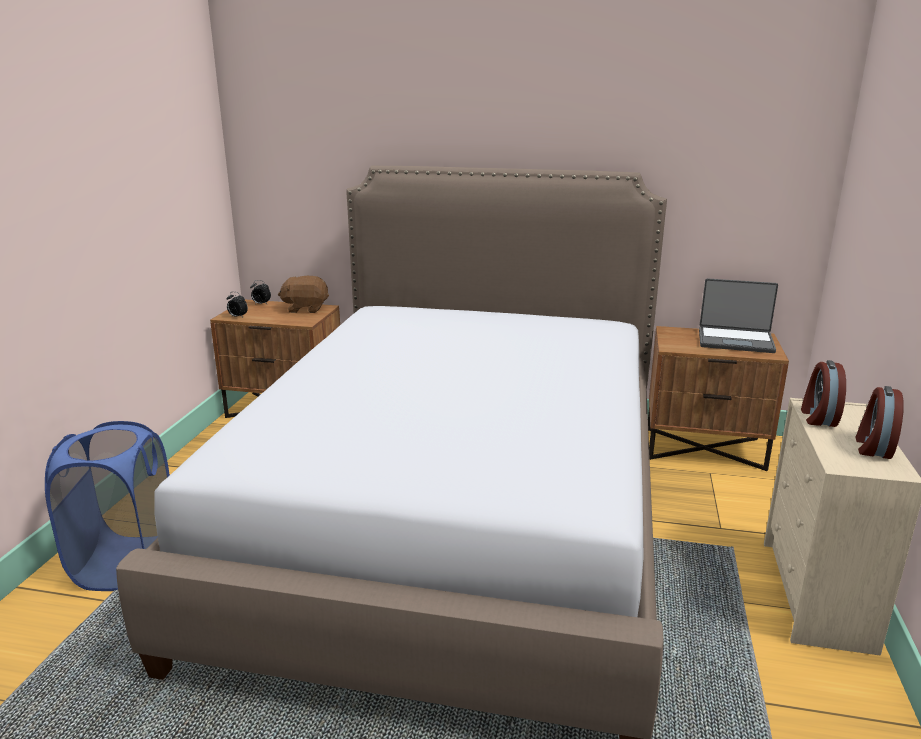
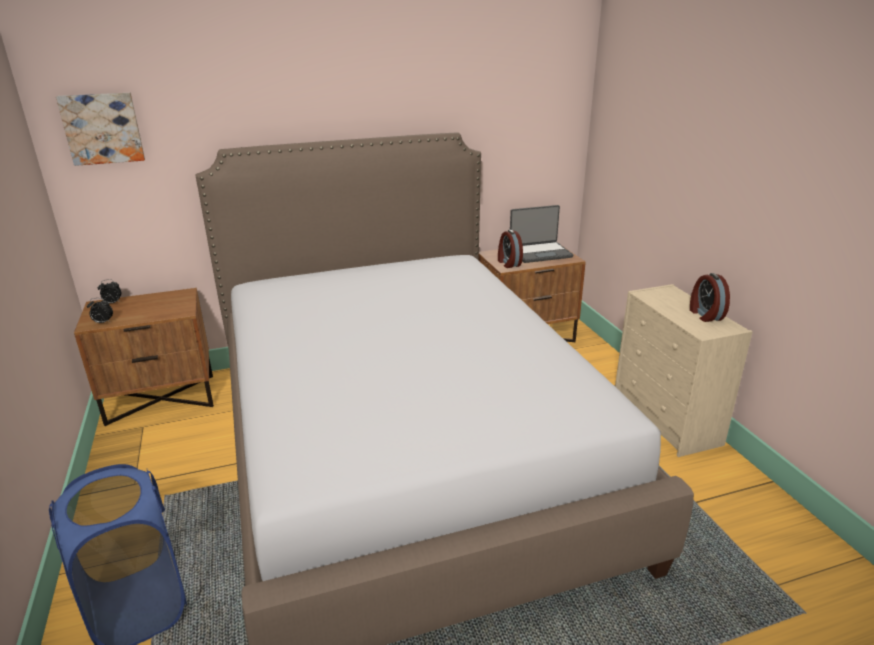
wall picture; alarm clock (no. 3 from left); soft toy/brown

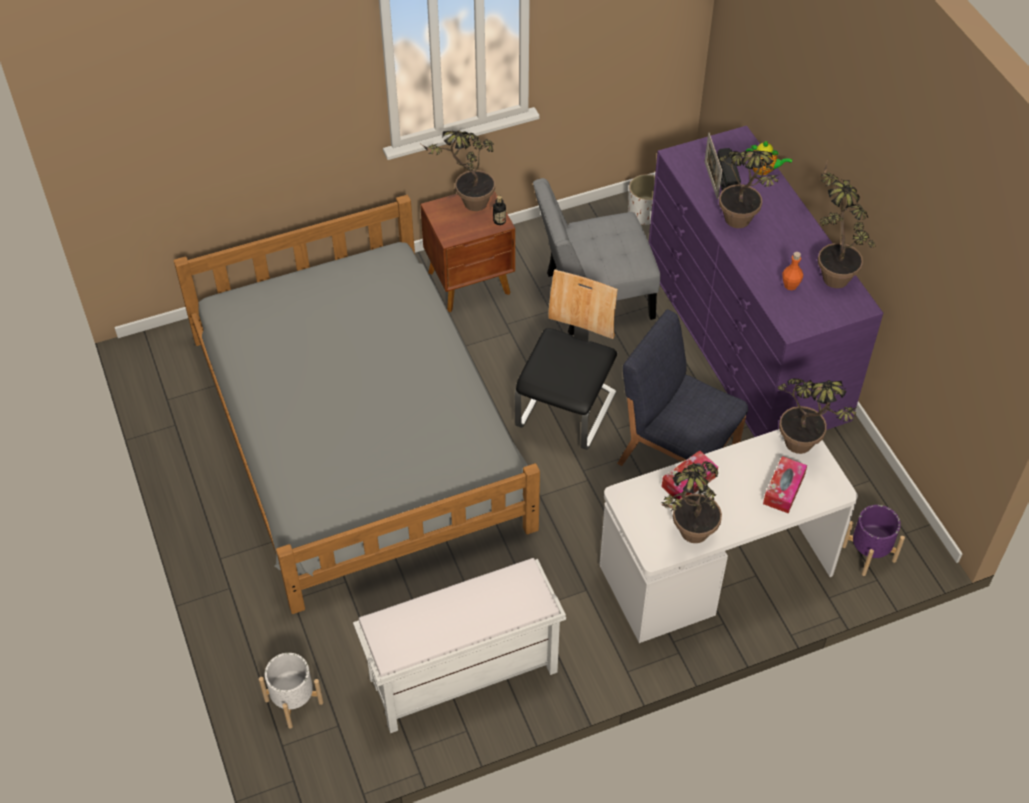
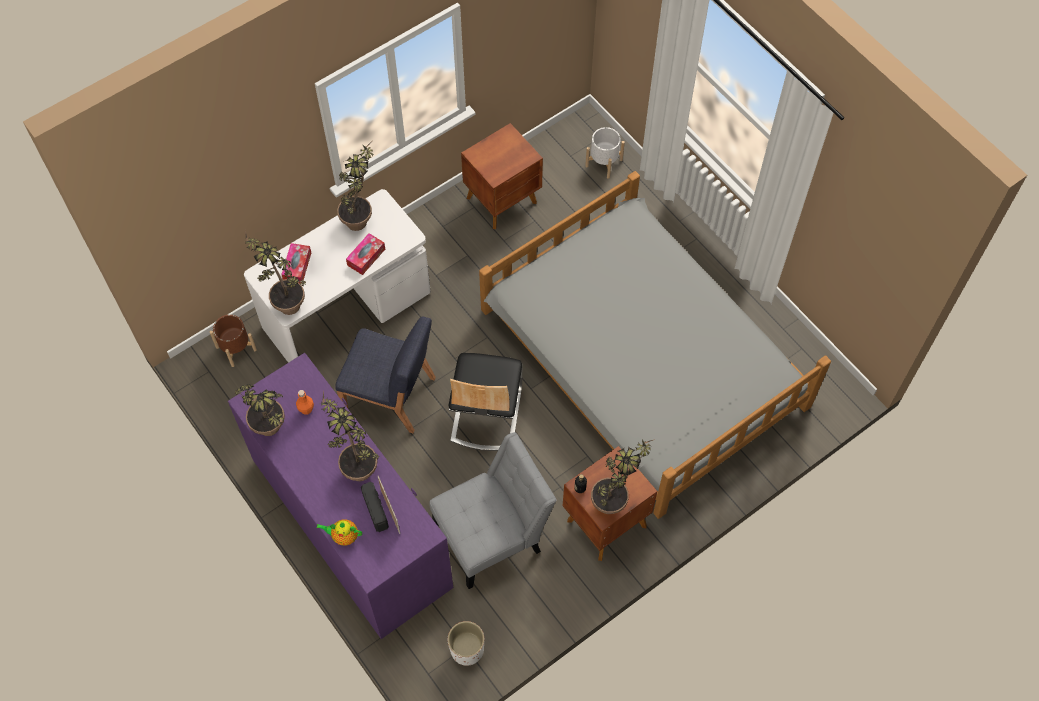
flower pot/brown; nightstand/brown (no. 1 from left)

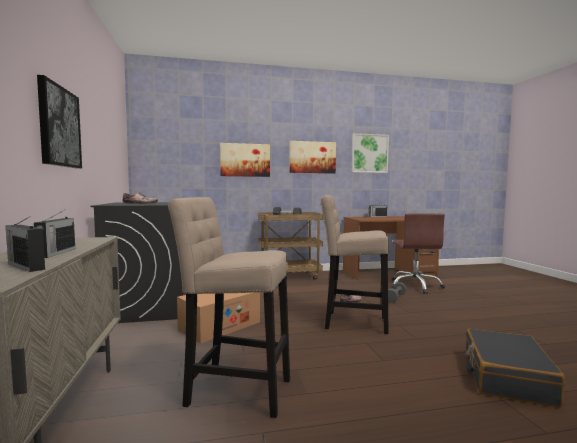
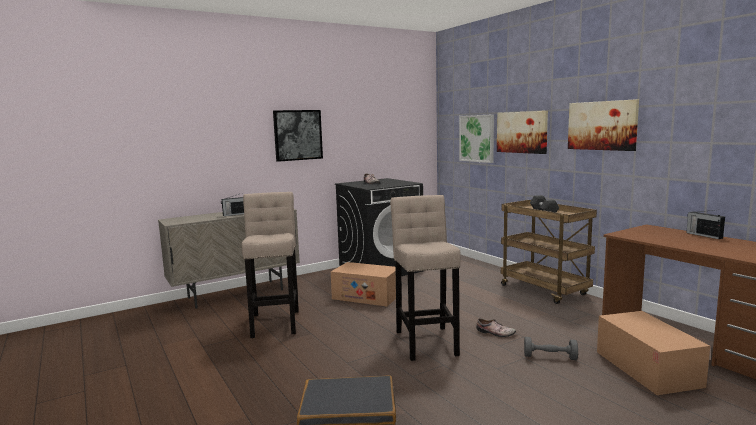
wall picture (no. 2 from left); cardboard box (no. 2 from left); radio (no. 1 from left in the first image)

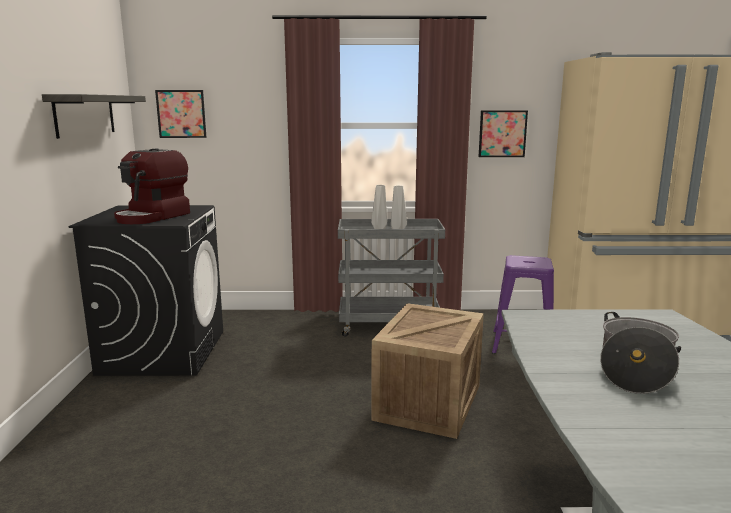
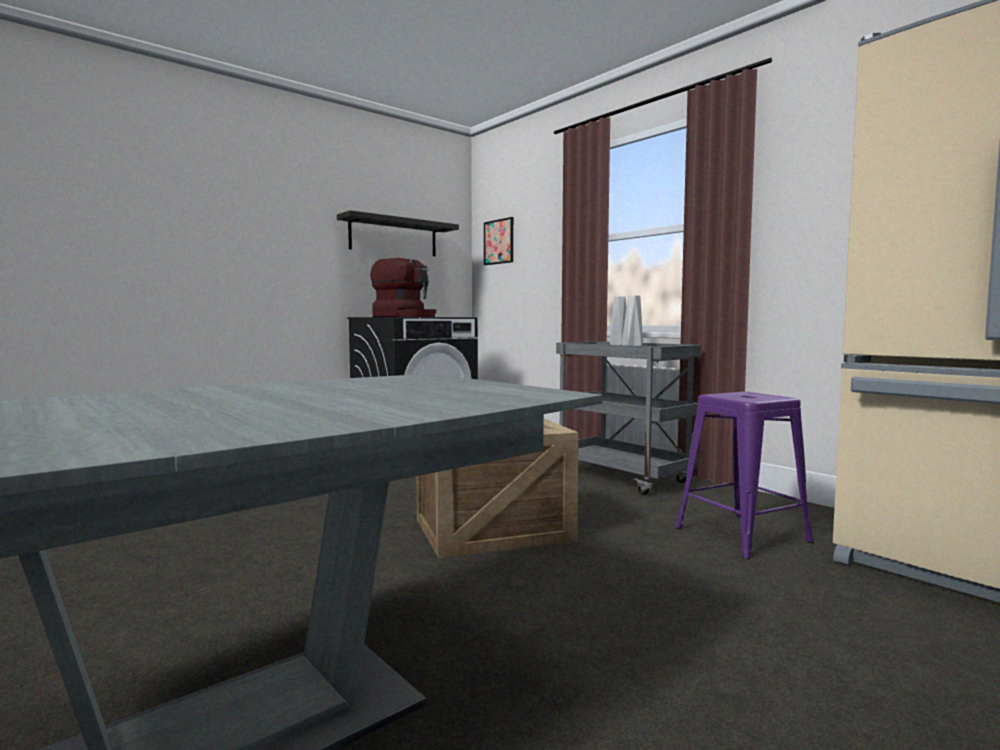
coffee machine; wall picture (no. 2 from left in the first image); saucepot

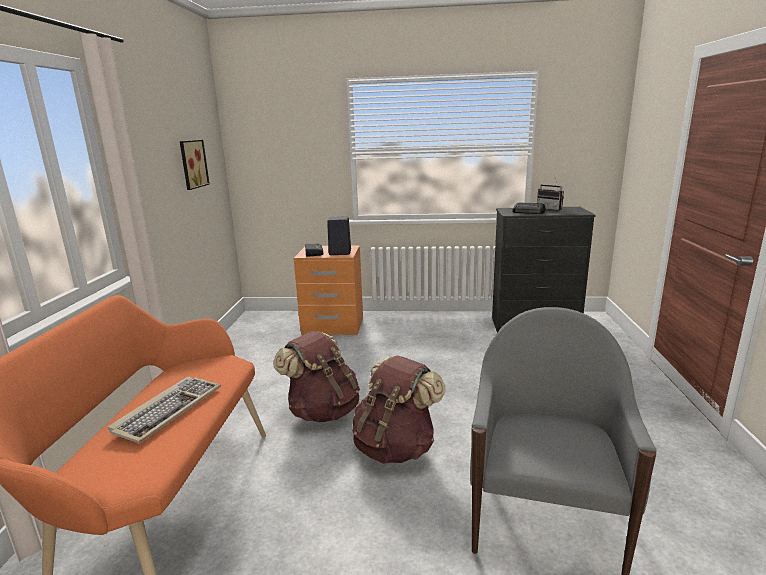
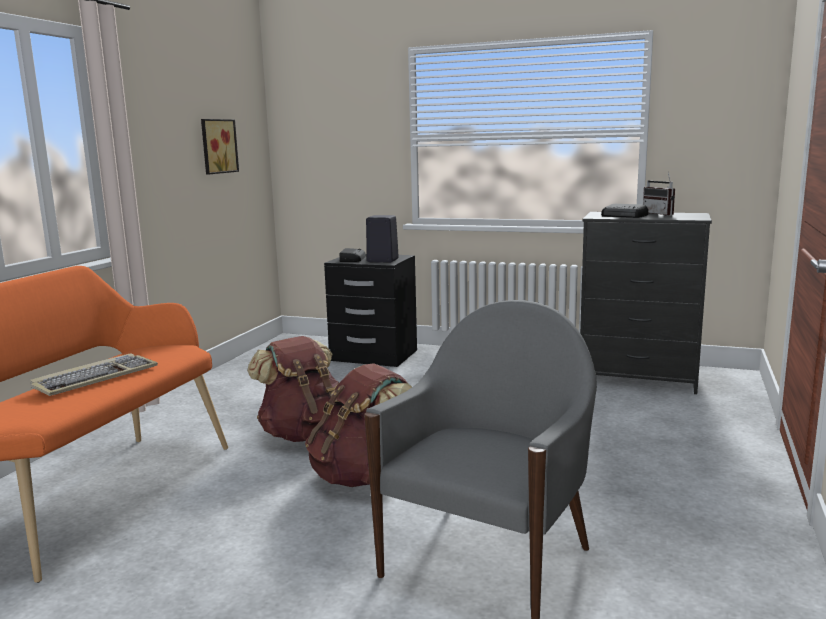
nightstand/blackish

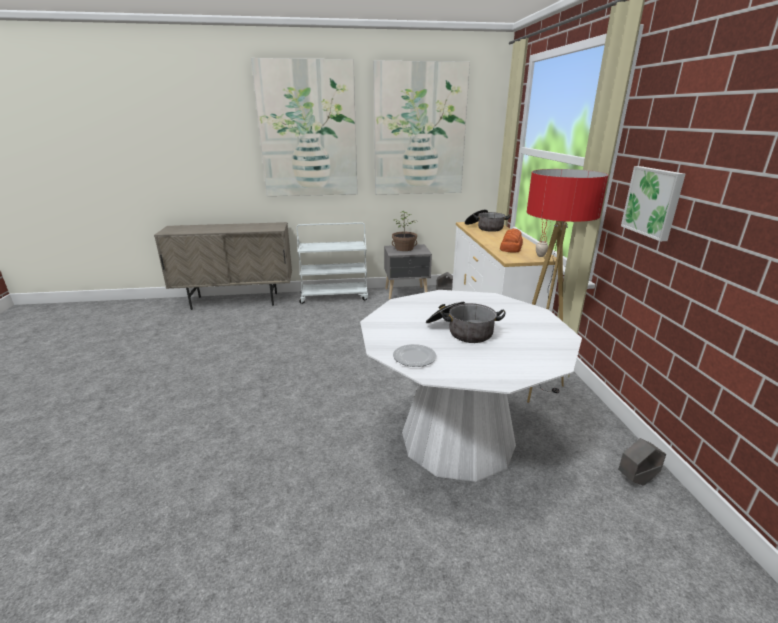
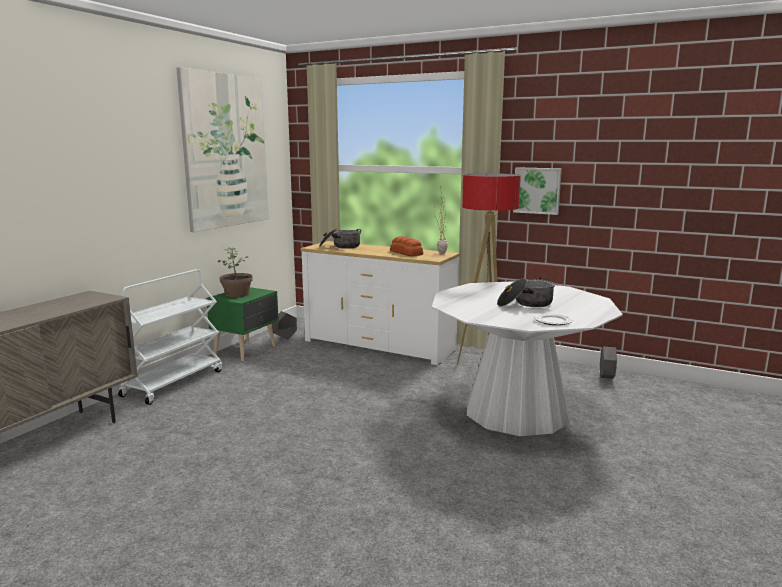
nightstand/greenish; wall picture (no. 1 from left in the first image)

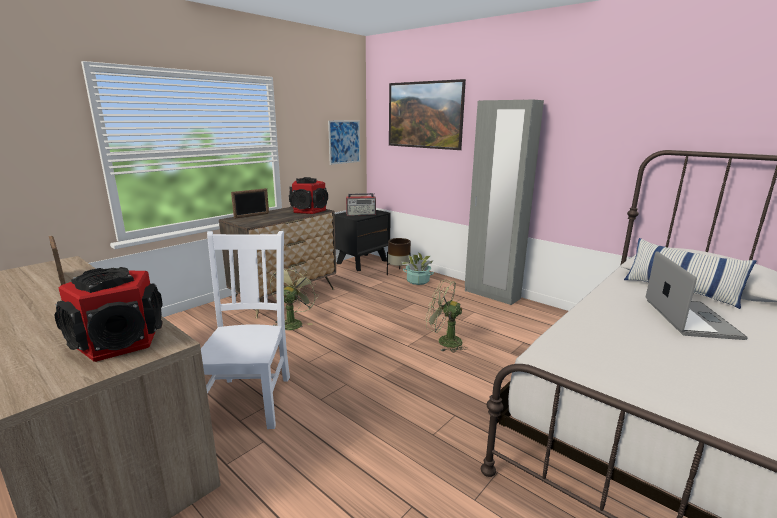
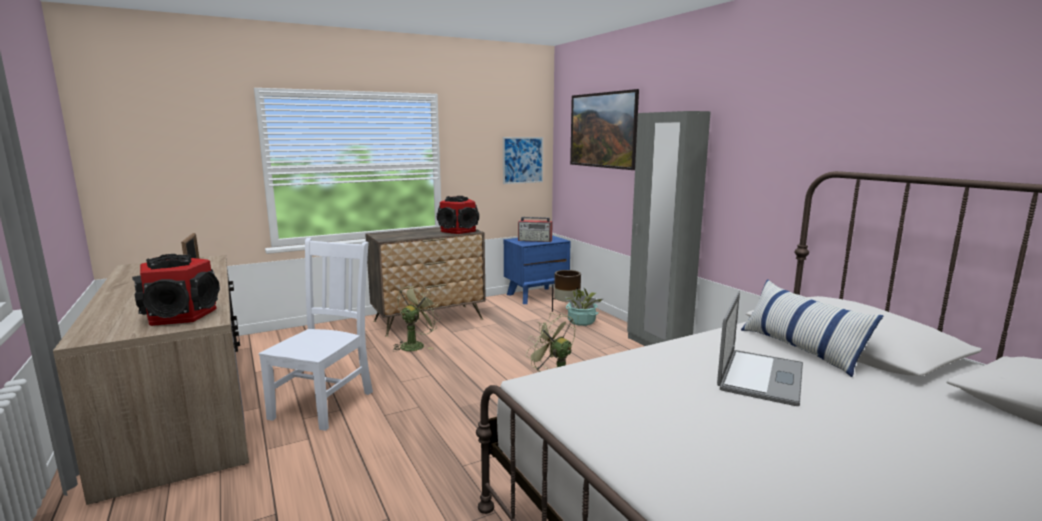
nightstand/bluish; picture frame (no. 2 from left in the first image)

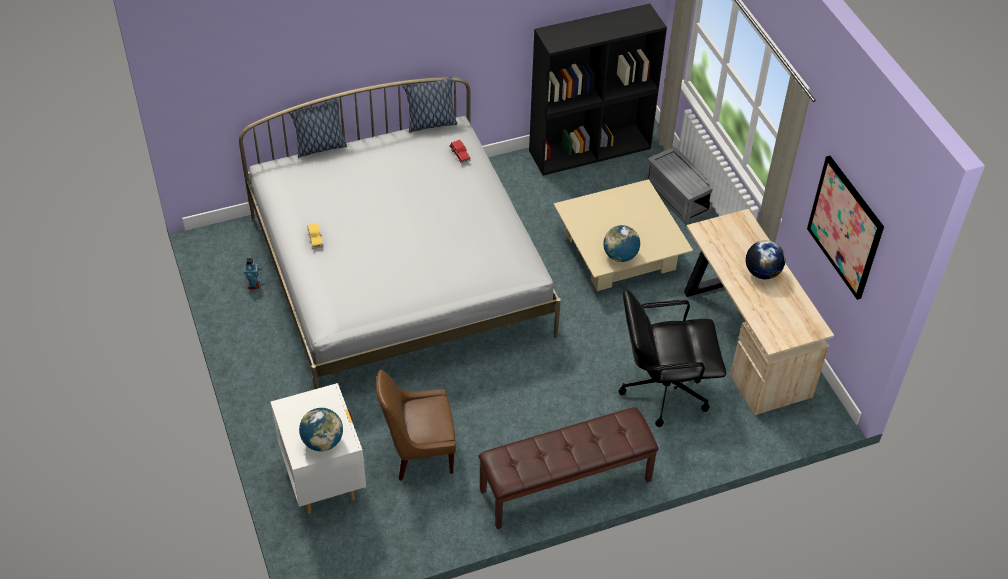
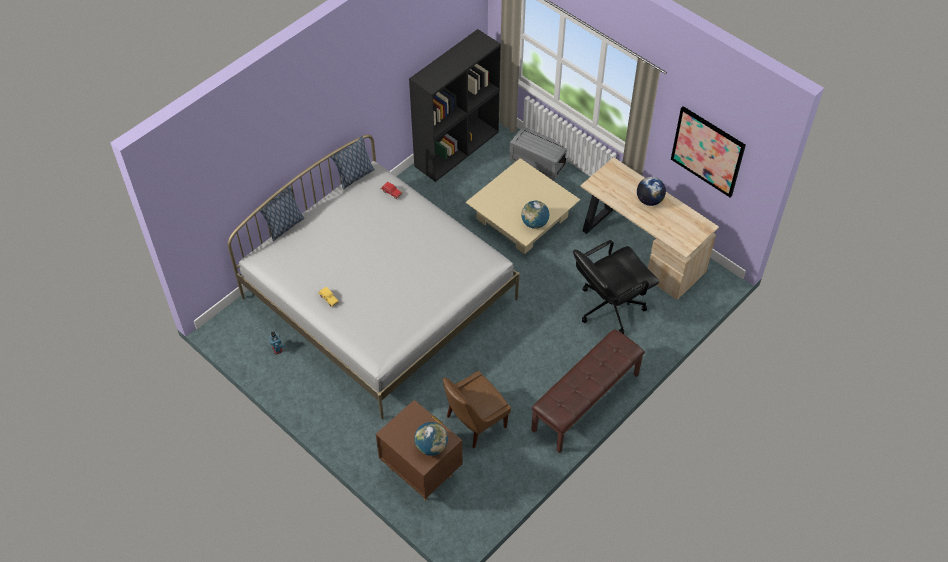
nightstand/brown

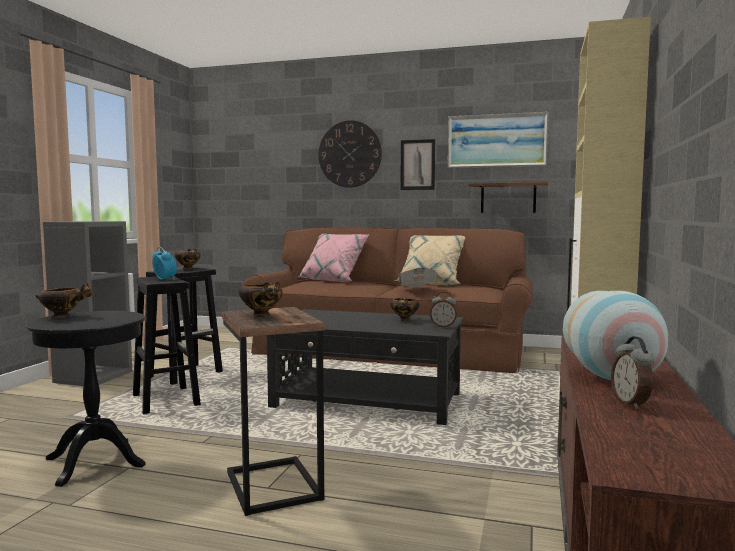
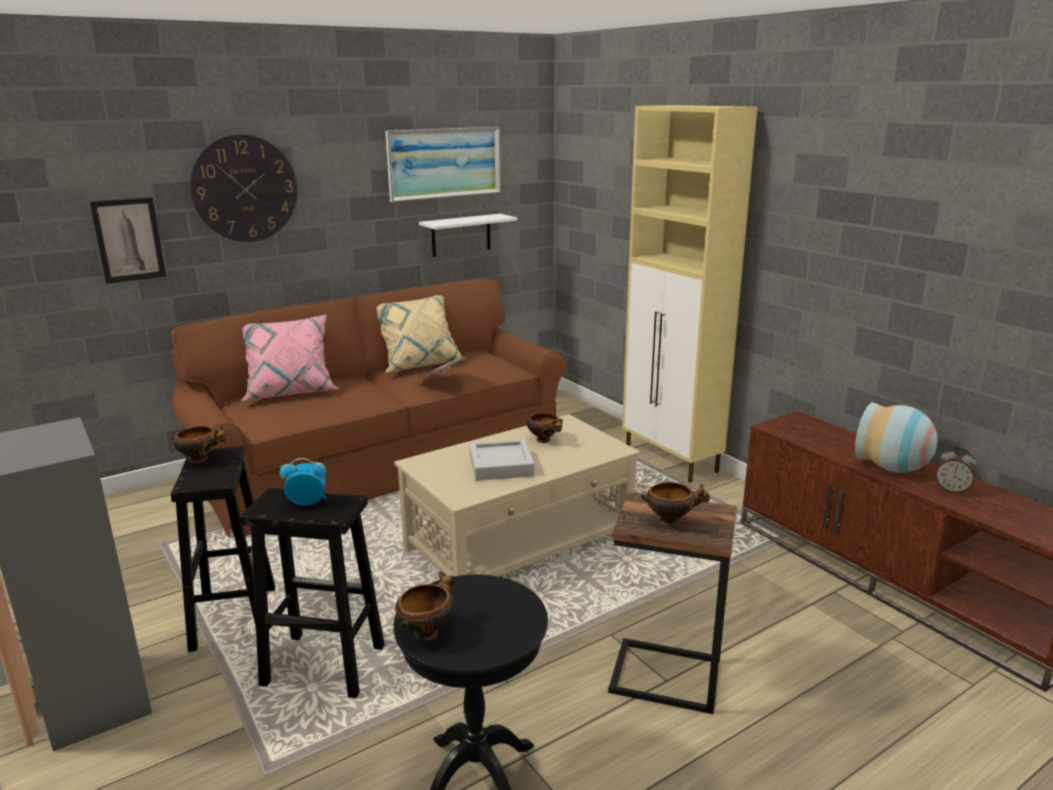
wall picture (no. 1 from left); coffee table/beige-coloured; bracket shelf/whitish; serving tray/gray; alarm clock (no. 2 from left in the first image)

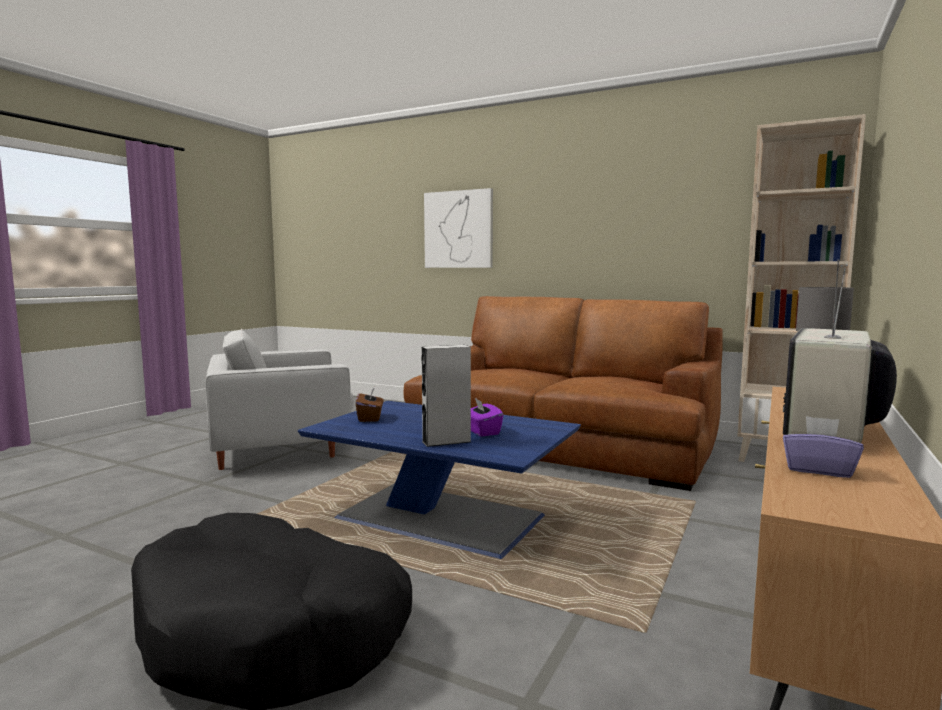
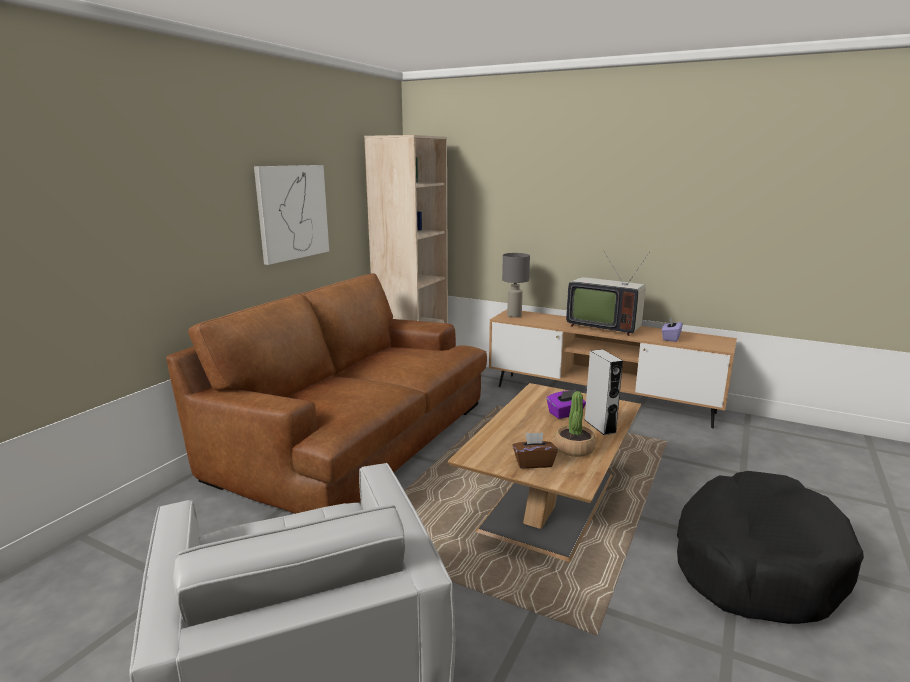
wall picture; coffee table/brown; houseplant

